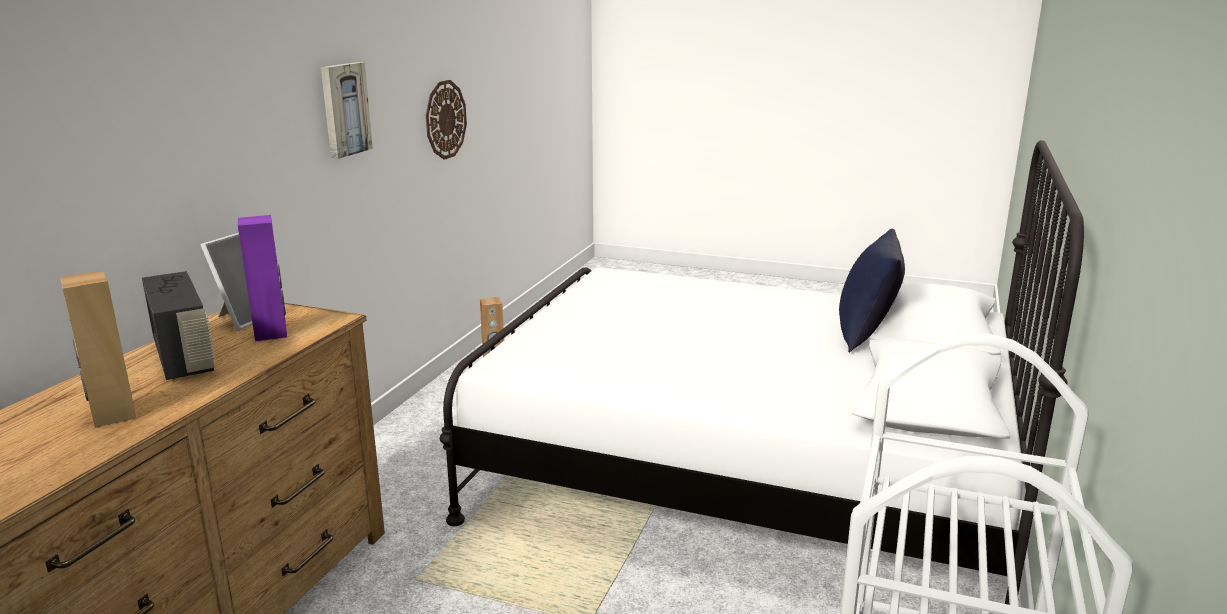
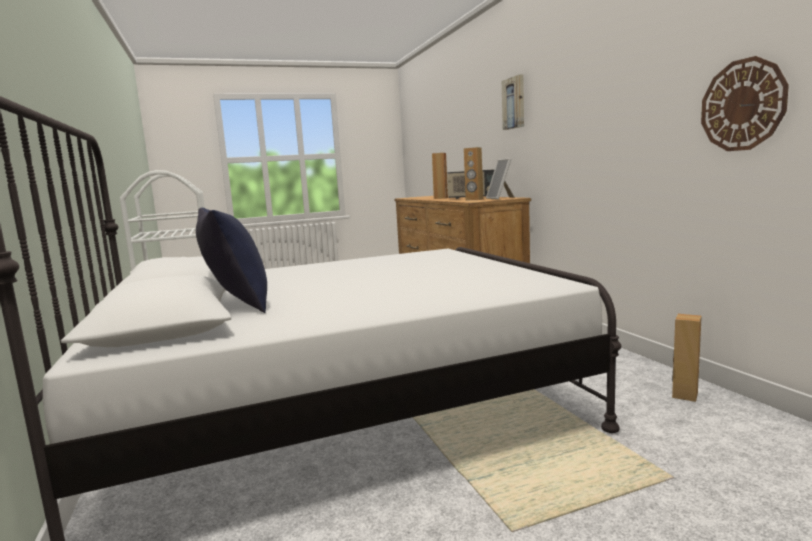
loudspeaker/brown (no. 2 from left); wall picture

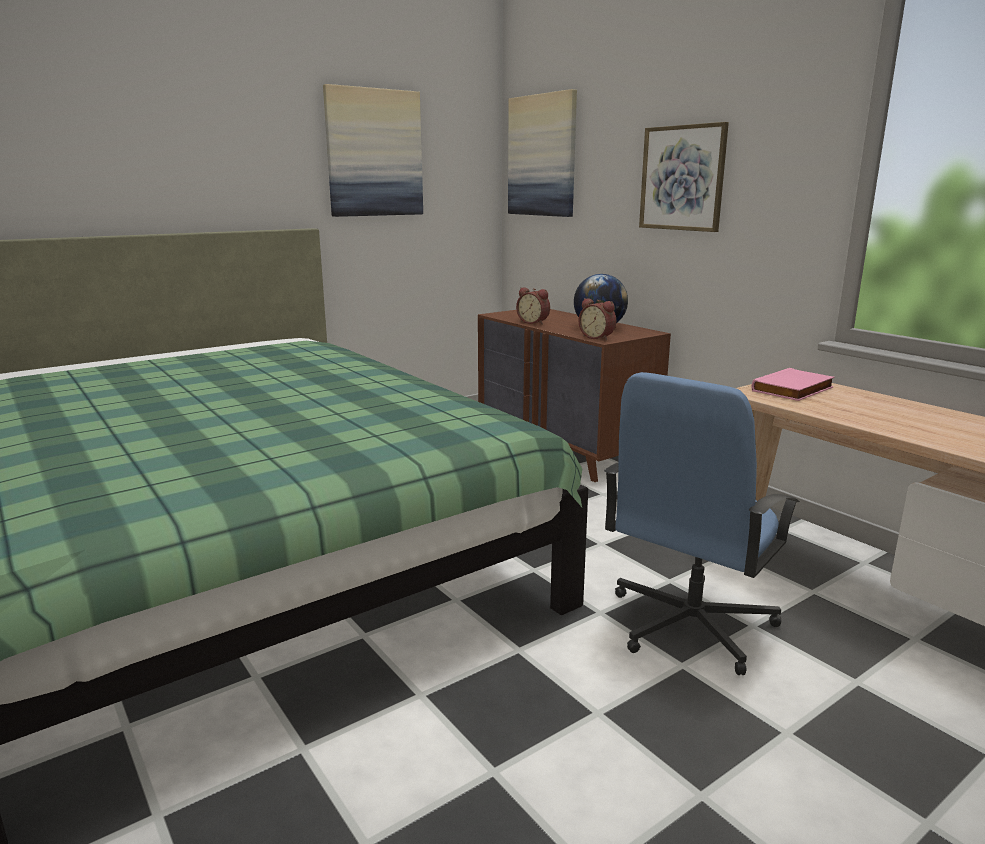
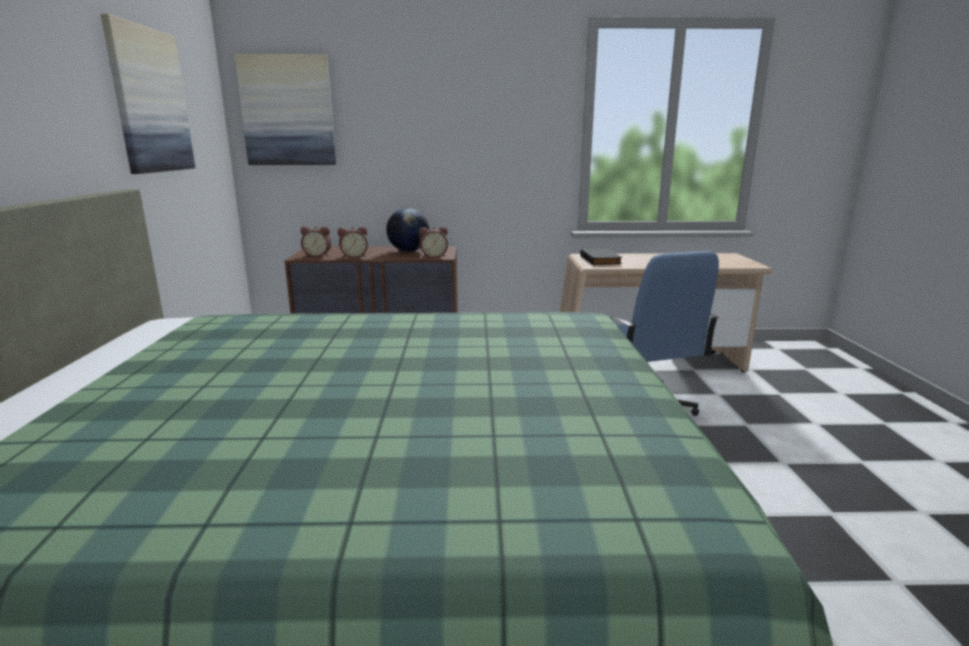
alarm clock (no. 1 from left); book/blackish; wall picture (no. 3 from left in the first image)

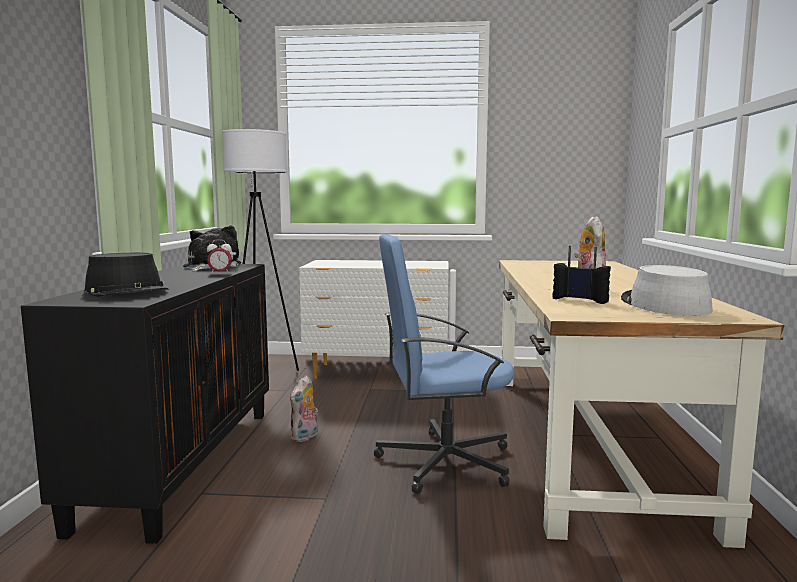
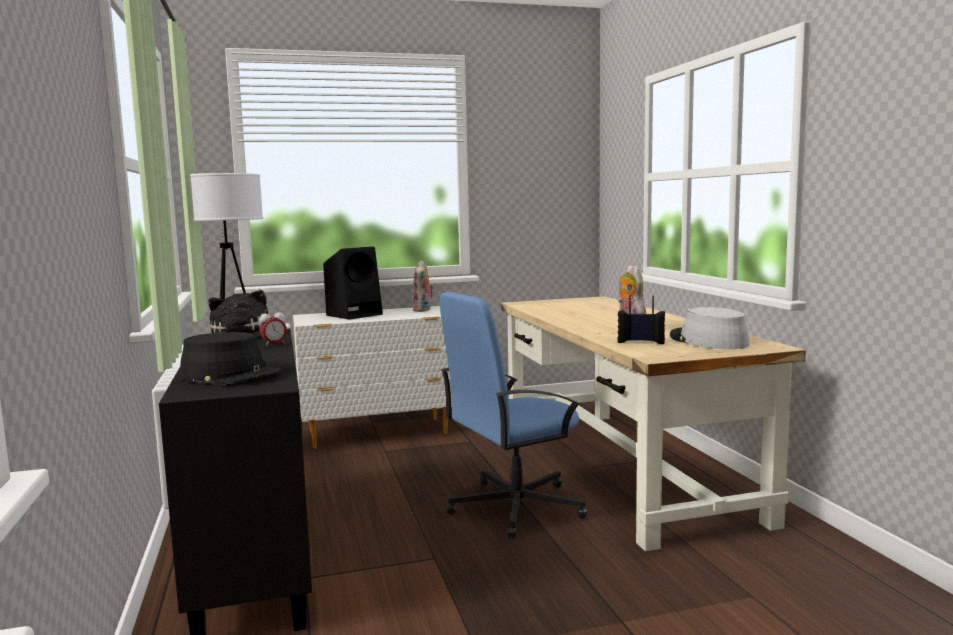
loudspeaker/blackish; soft toy (no. 2 from left)

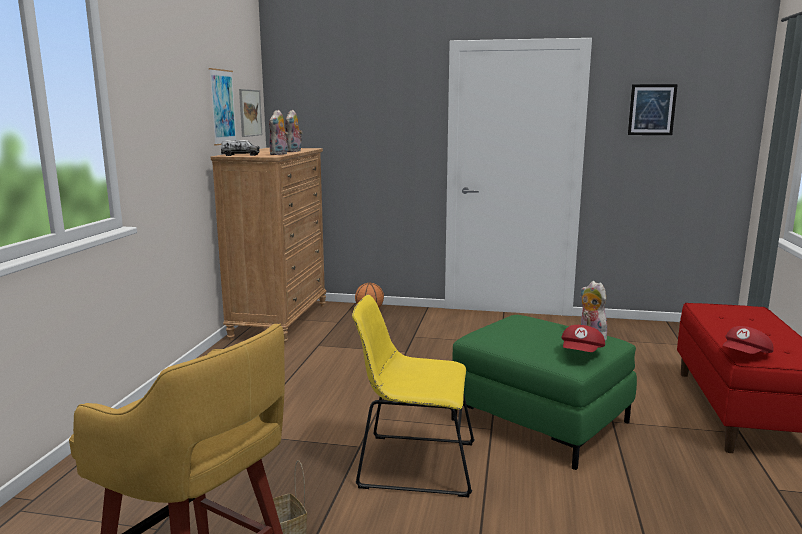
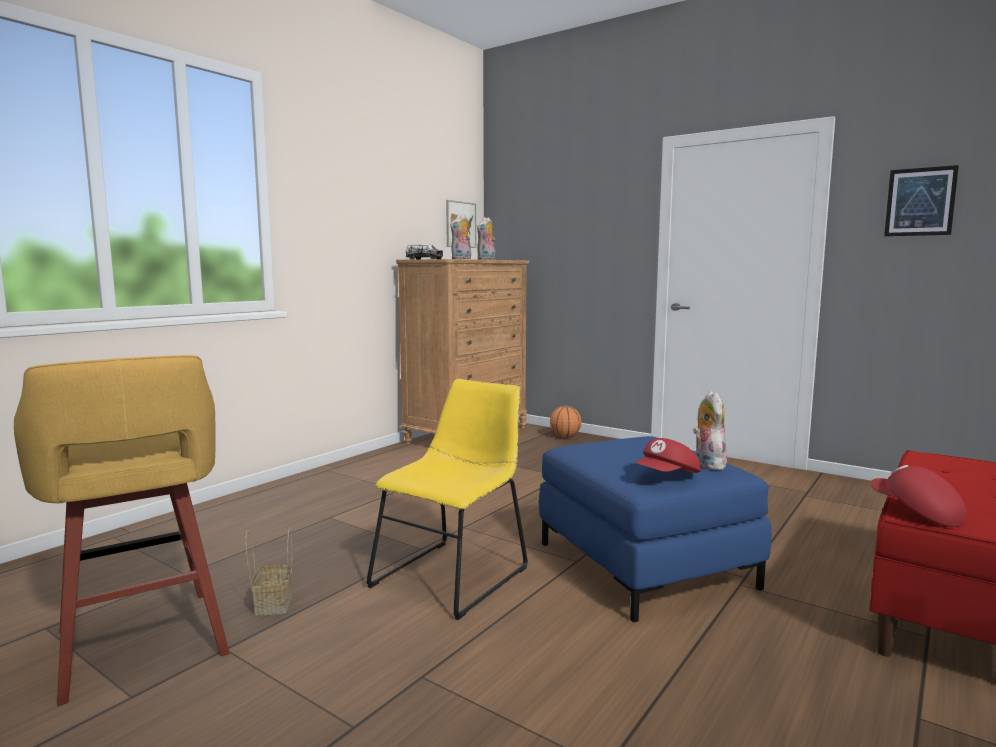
plain chair/yellow-coloured; ottoman/bluish; peaked cap/red (no. 2 from left); wall picture (no. 1 from left in the first image)

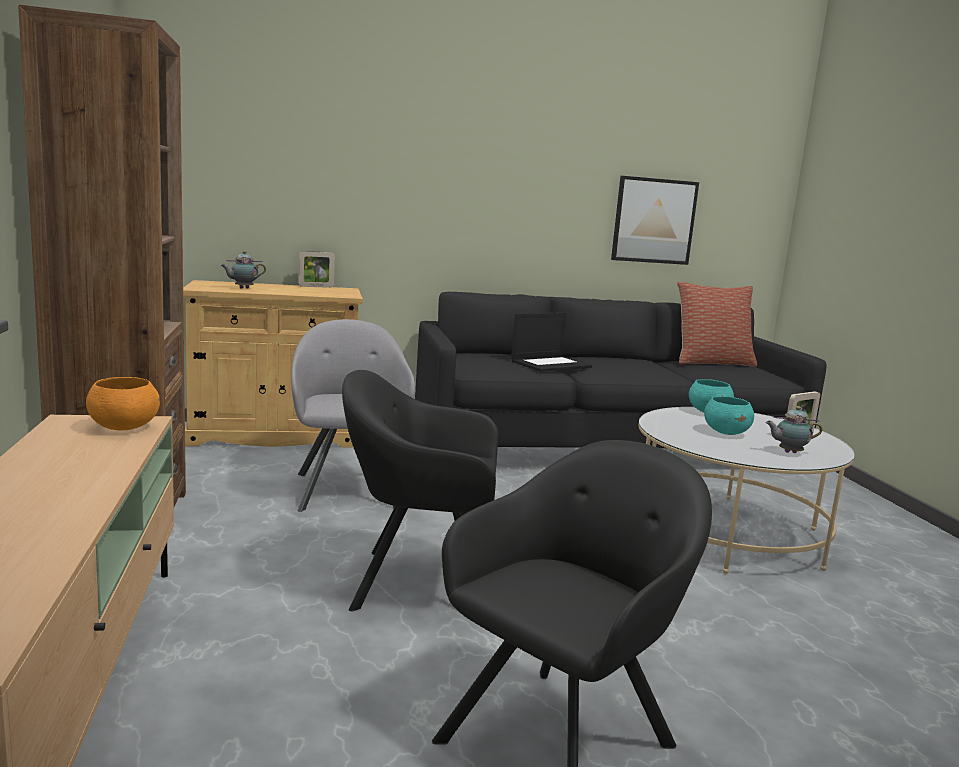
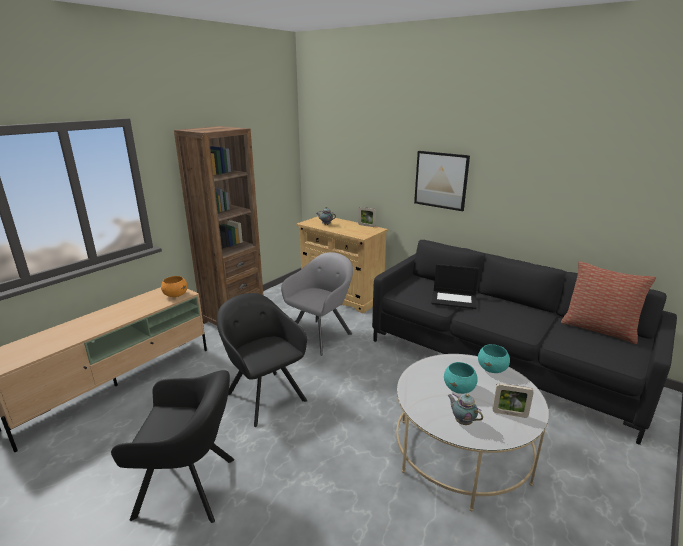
wall picture

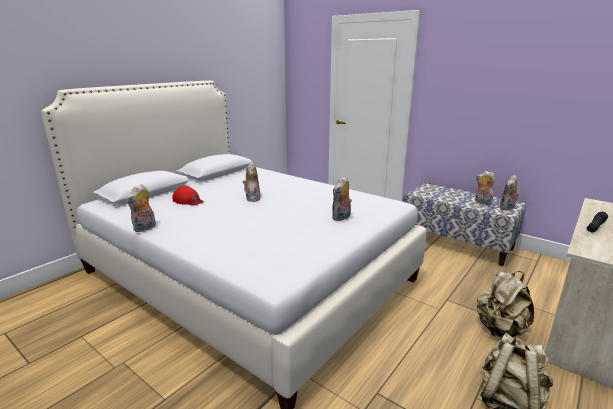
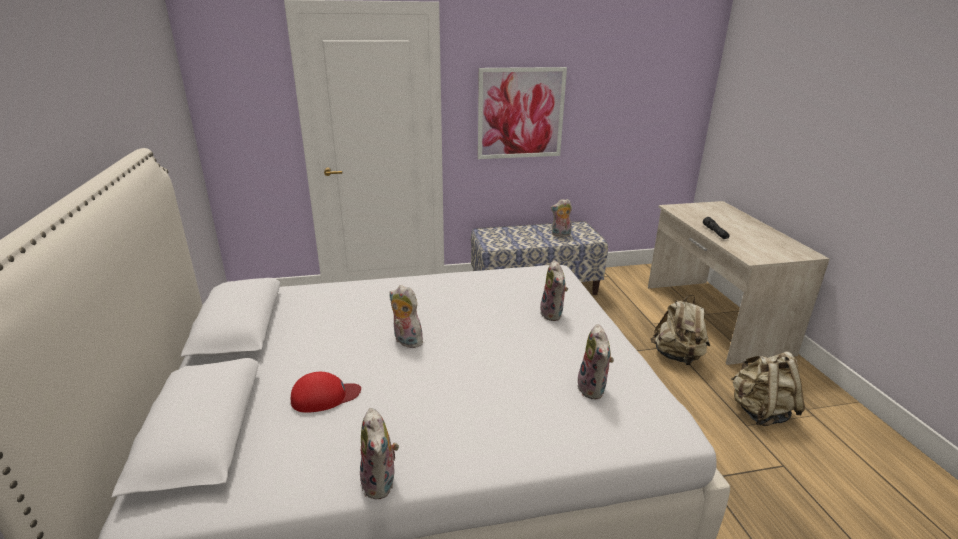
wall picture; soft toy (no. 5 from left)

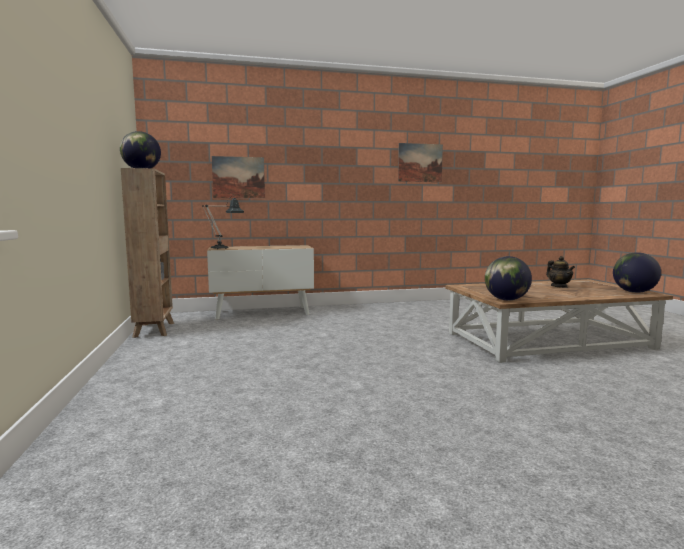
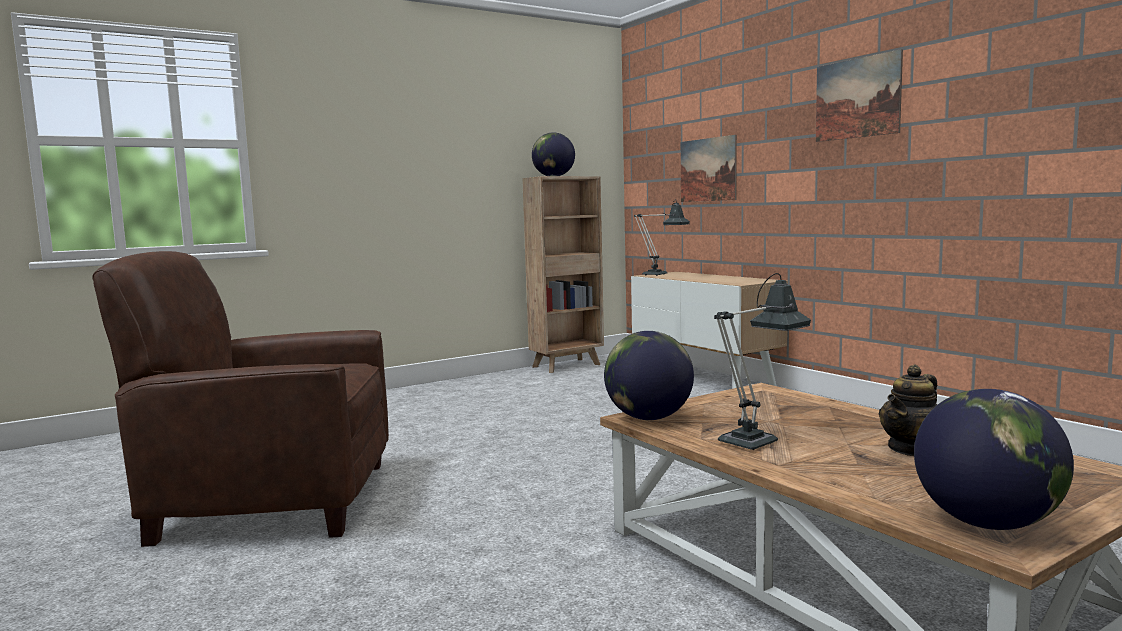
armchair/brown; table lamp (no. 2 from left); wall picture (no. 2 from left)

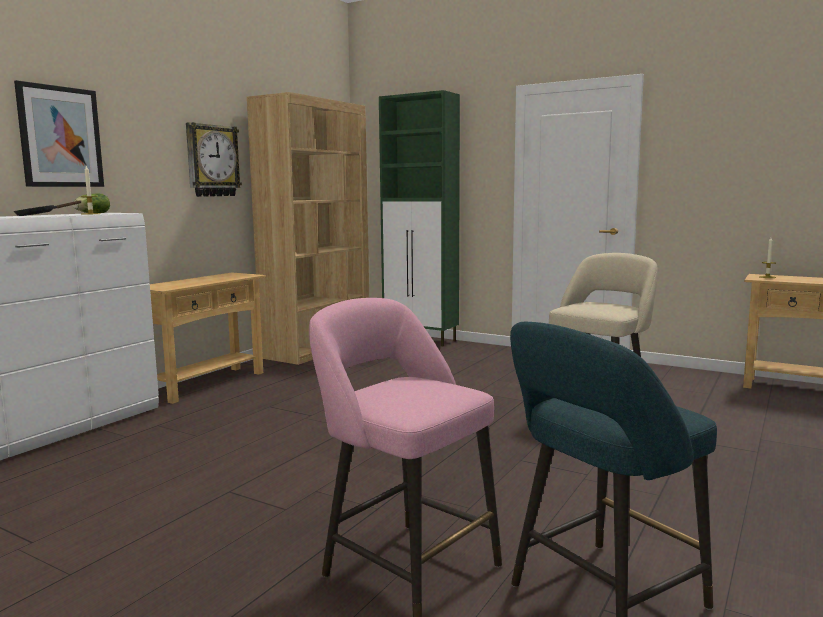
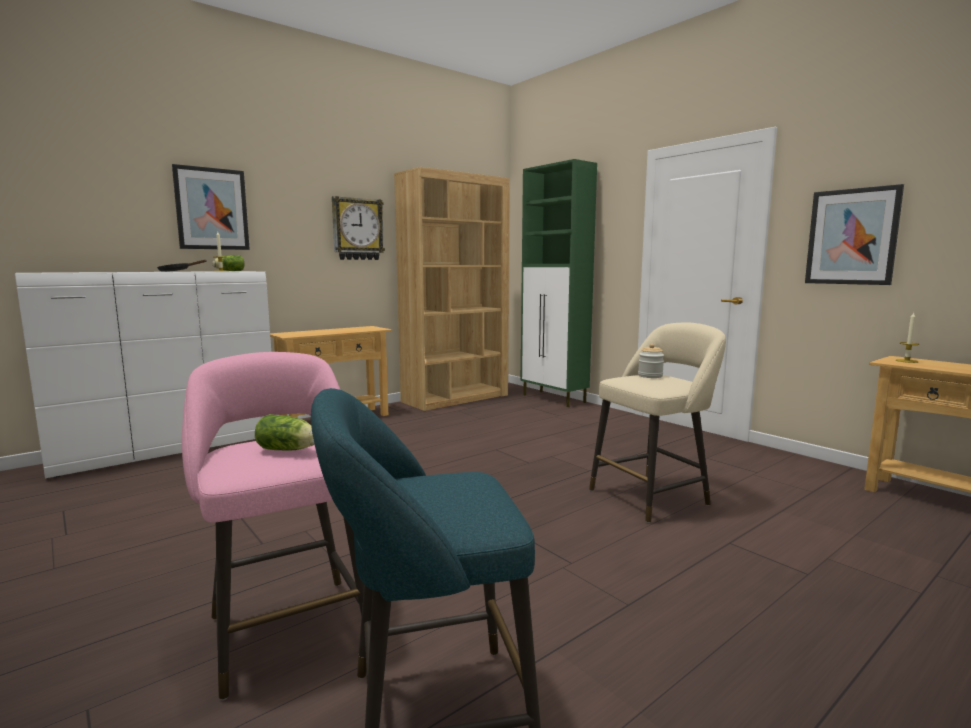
lettuce (no. 2 from left); storage jar; wall picture (no. 2 from left)

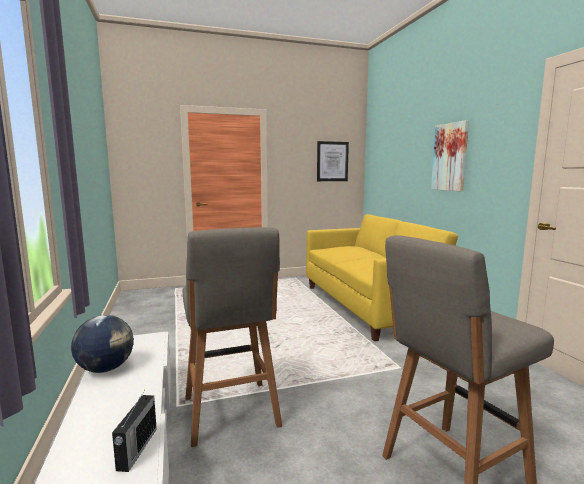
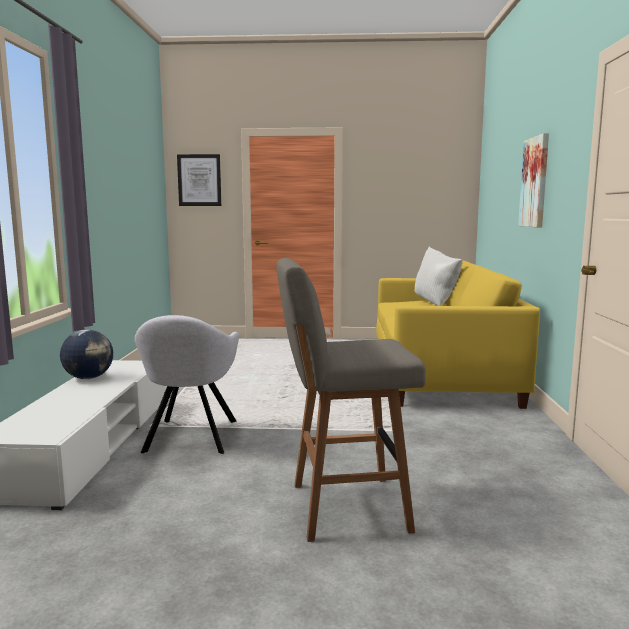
armchair/gray; wall picture (no. 1 from left); cushion/whitish; radio

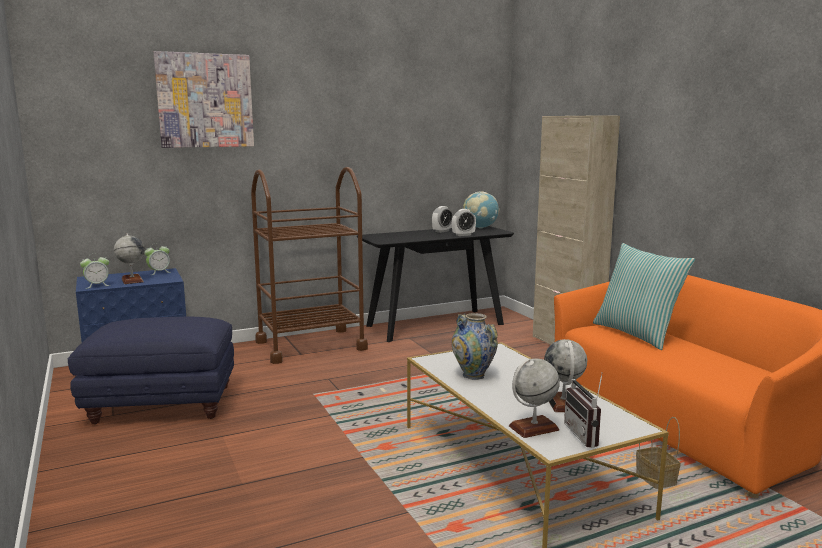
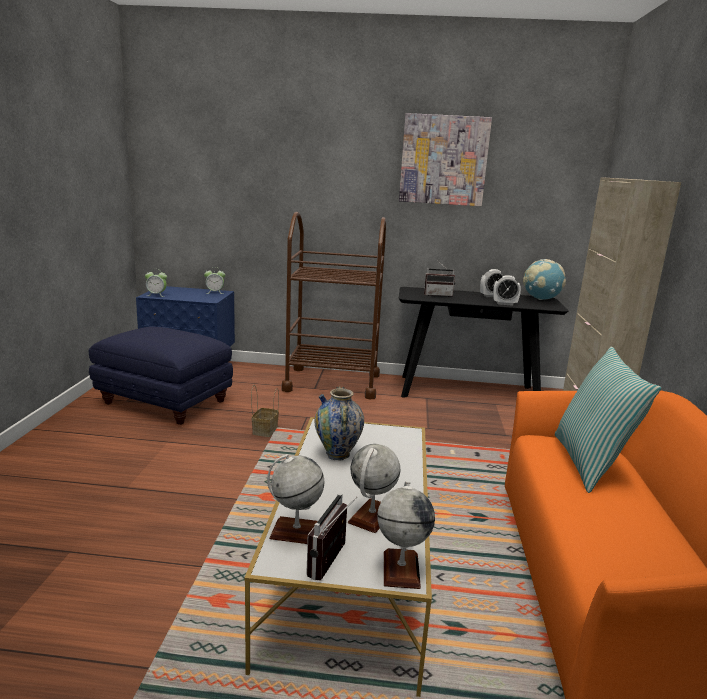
storage basket; world globe (no. 3 from left); wall picture; radio (no. 2 from left)

